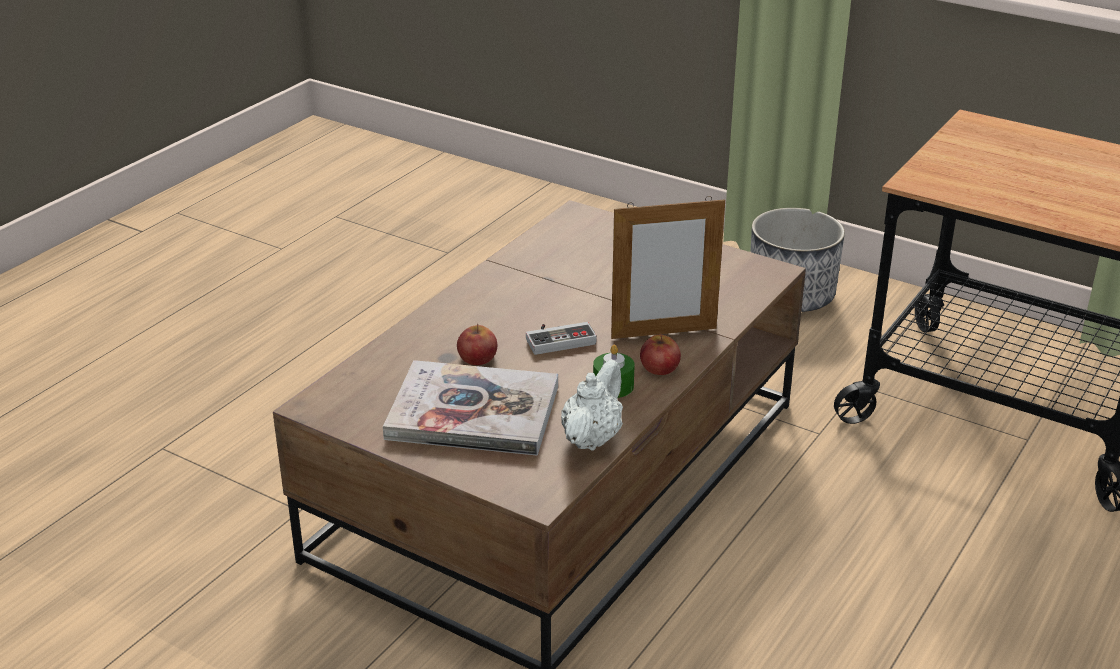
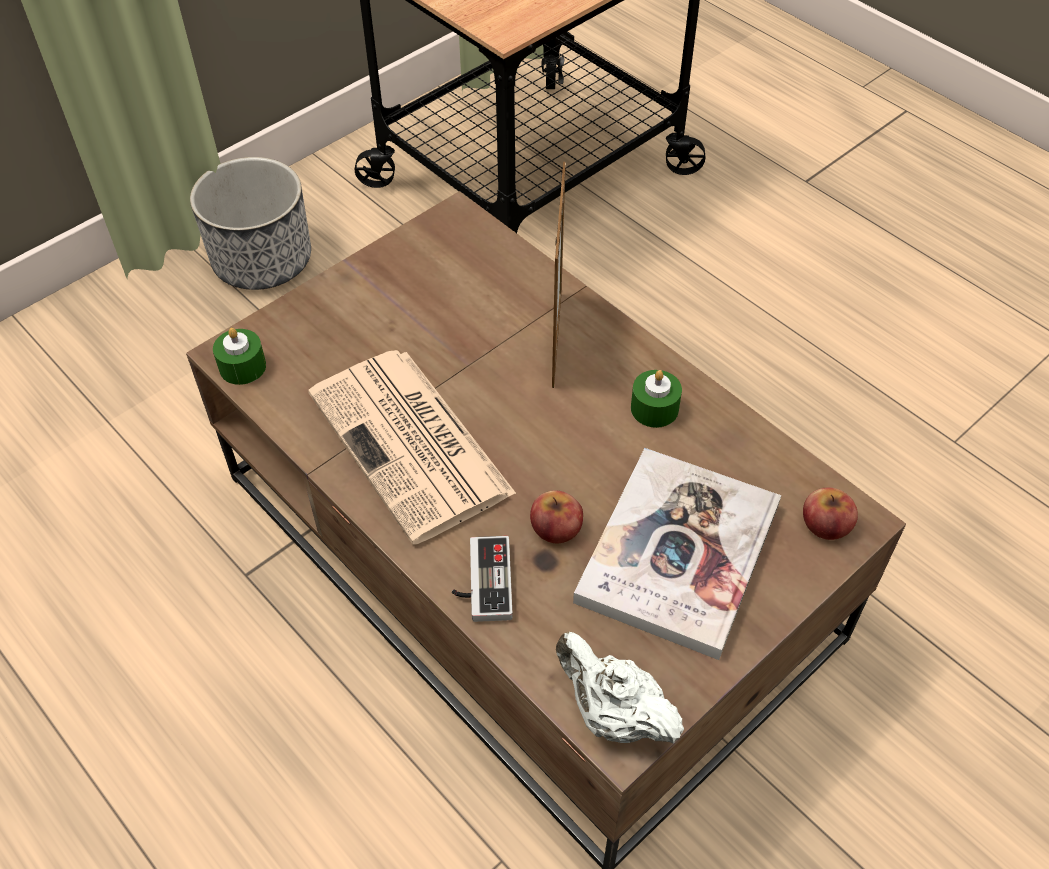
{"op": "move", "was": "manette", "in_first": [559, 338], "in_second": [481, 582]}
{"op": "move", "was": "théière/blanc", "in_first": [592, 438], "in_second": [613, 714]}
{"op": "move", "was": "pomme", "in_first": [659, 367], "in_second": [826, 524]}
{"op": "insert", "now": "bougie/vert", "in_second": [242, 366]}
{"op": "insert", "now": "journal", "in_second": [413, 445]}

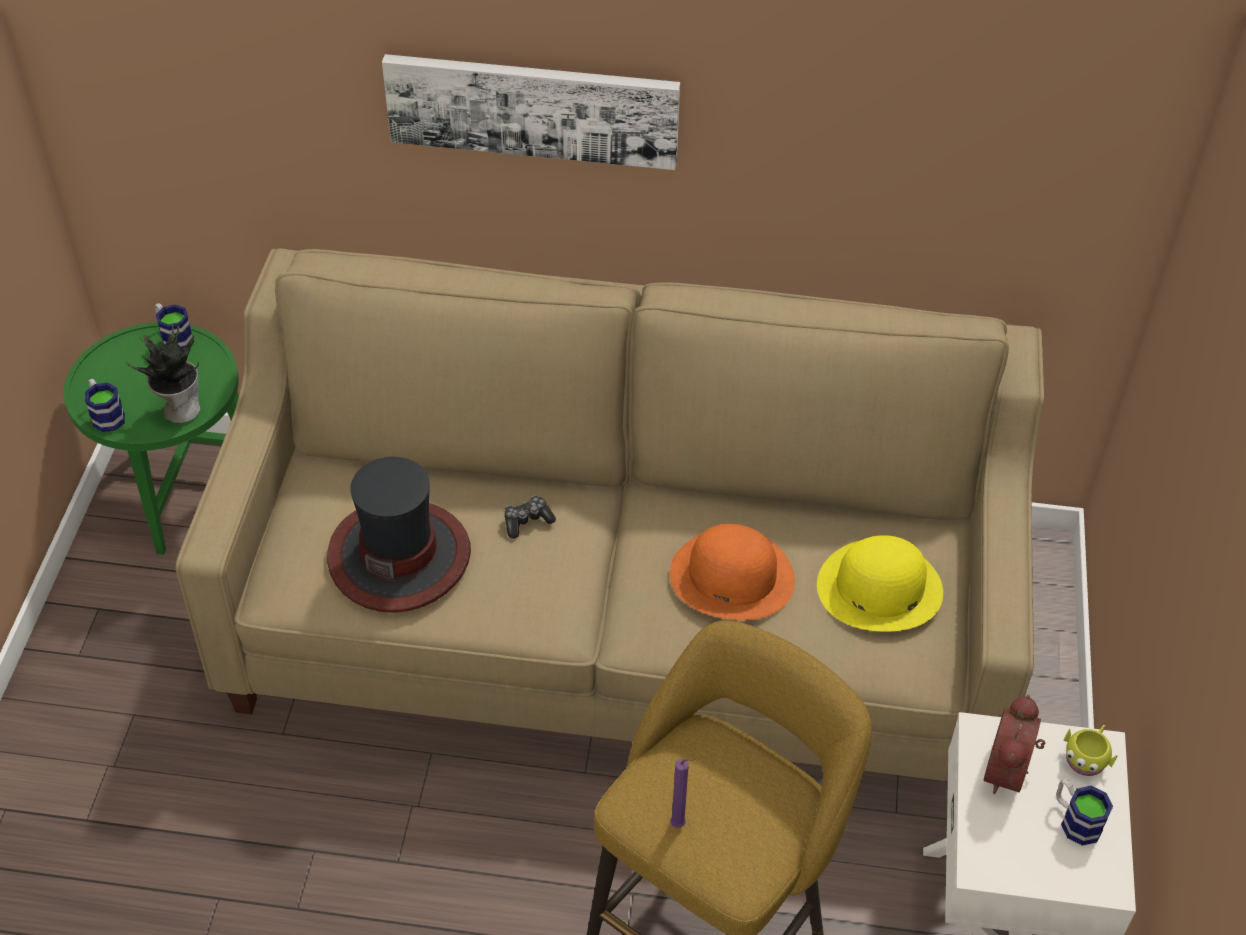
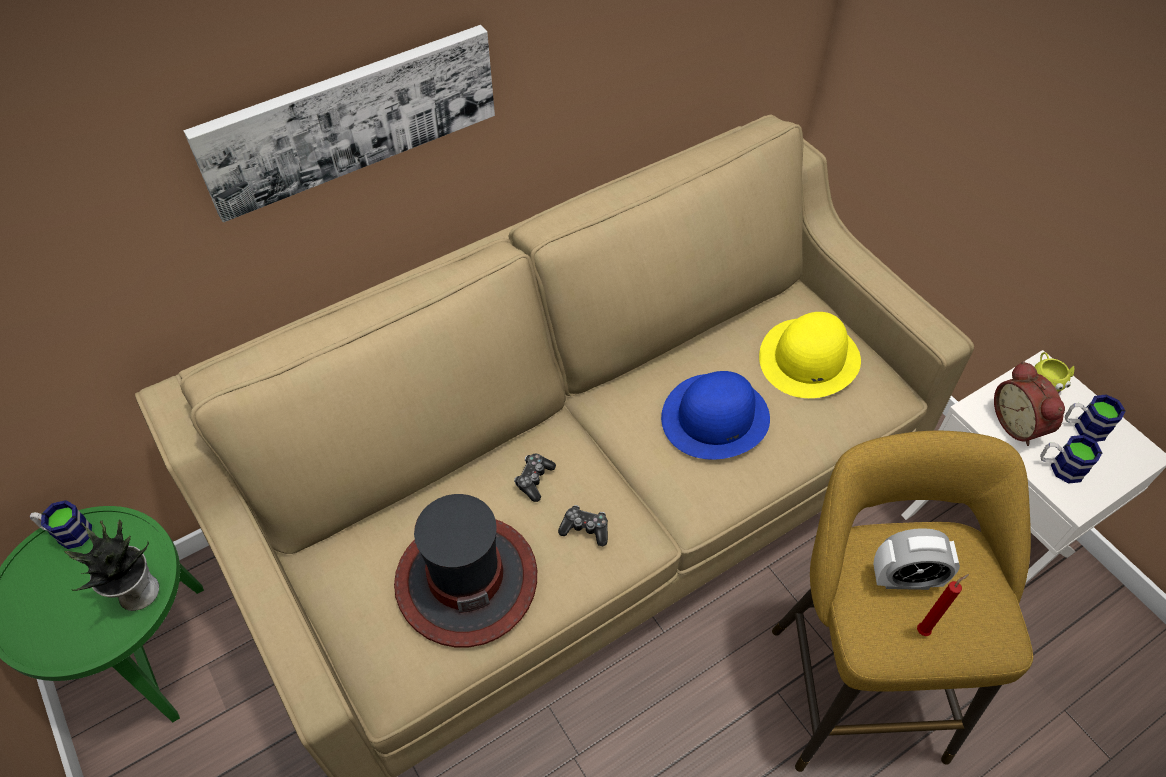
{"op": "move", "was": "mug", "in_first": [106, 415], "in_second": [1060, 467]}
{"op": "recolor", "was": "chapeau/orange", "now": "chapeau/bleu", "in_first": [732, 576], "in_second": [715, 417]}
{"op": "recolor", "was": "bougie/violet", "now": "bougie/rouge", "in_first": [680, 824], "in_second": [924, 630]}
{"op": "insert", "now": "manette", "in_second": [585, 528]}
{"op": "insert", "now": "réveil", "in_second": [905, 579]}

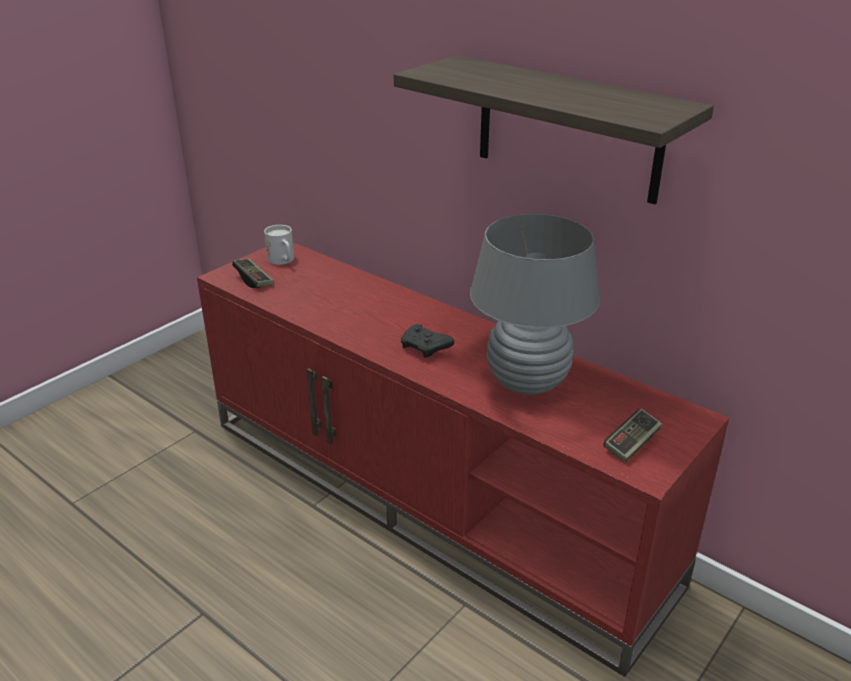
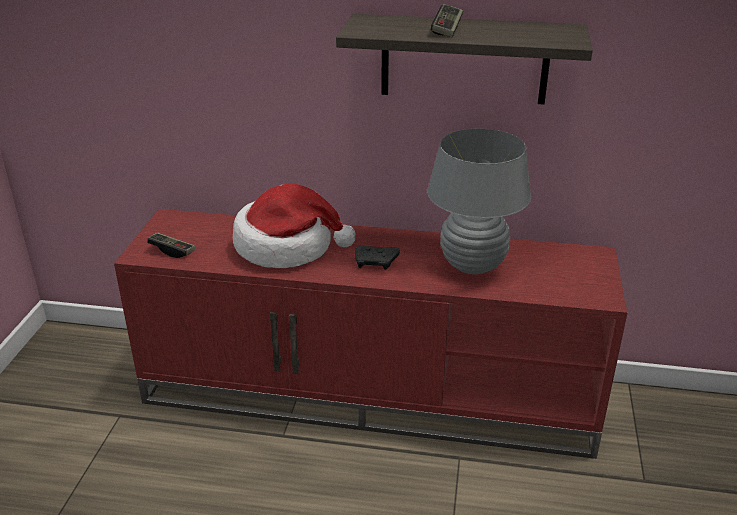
{"op": "delete", "was": "mug/blanc", "in_first": [283, 261]}
{"op": "move", "was": "manette", "in_first": [631, 444], "in_second": [447, 30]}
{"op": "insert", "now": "chapeau", "in_second": [287, 246]}

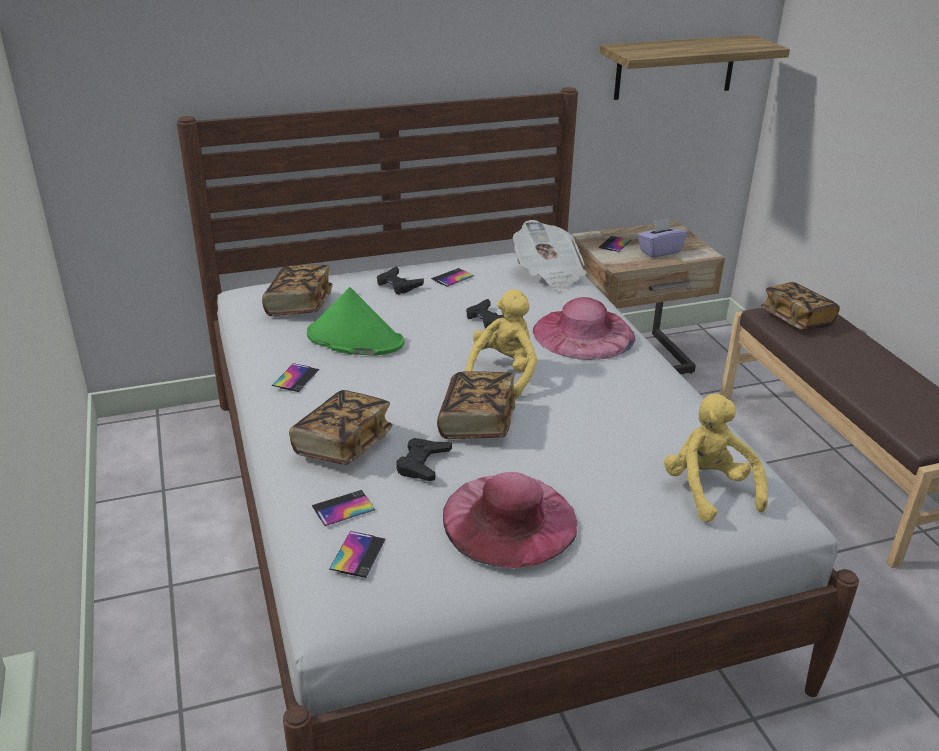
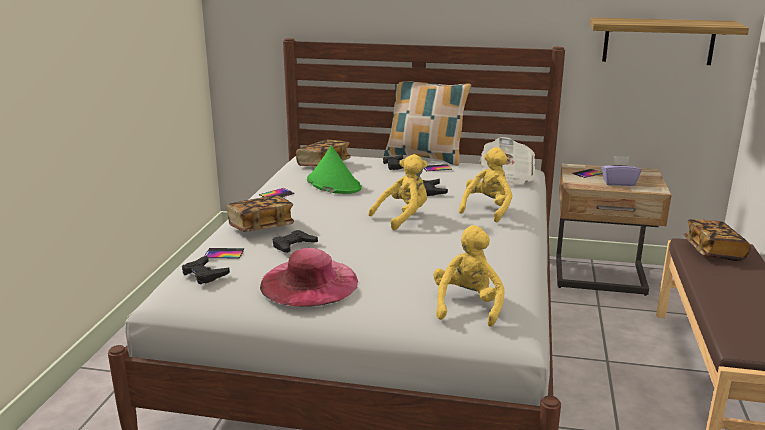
{"op": "replace", "was": "téléphone", "now": "manette/noir", "in_first": [358, 554], "in_second": [204, 274]}
{"op": "delete", "was": "livre", "in_first": [477, 422]}
{"op": "replace", "was": "chapeau/rose", "now": "peluche/jaune", "in_first": [583, 333], "in_second": [487, 209]}
{"op": "insert", "now": "coussin", "in_second": [425, 157]}

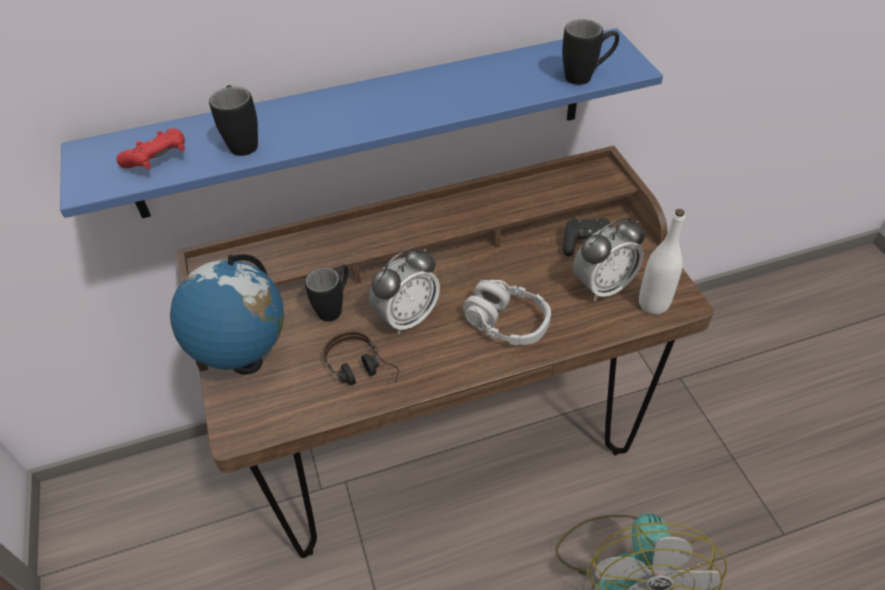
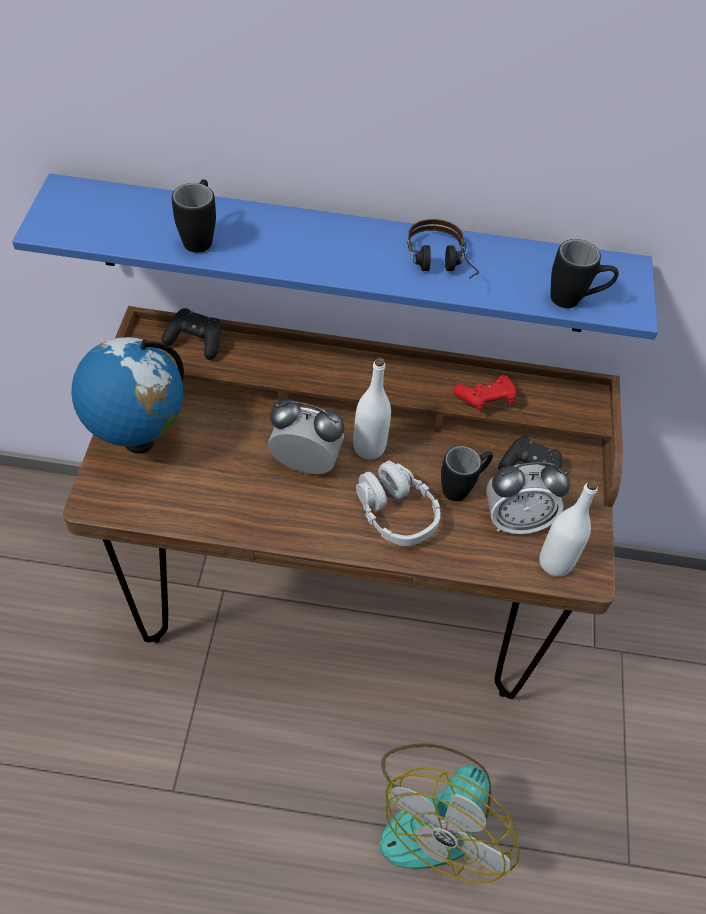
{"op": "move", "was": "manette/rouge", "in_first": [159, 161], "in_second": [485, 400]}
{"op": "move", "was": "mug/noir", "in_first": [335, 307], "in_second": [462, 487]}
{"op": "move", "was": "casque audio", "in_first": [362, 373], "in_second": [440, 266]}
{"op": "rotate", "was": "réveil", "in_first": [407, 317], "in_second": [305, 464], "clockwise": -150}
{"op": "insert", "now": "manette/noir", "in_second": [195, 341]}
{"op": "insert", "now": "bouteille/blanc", "in_second": [369, 448]}

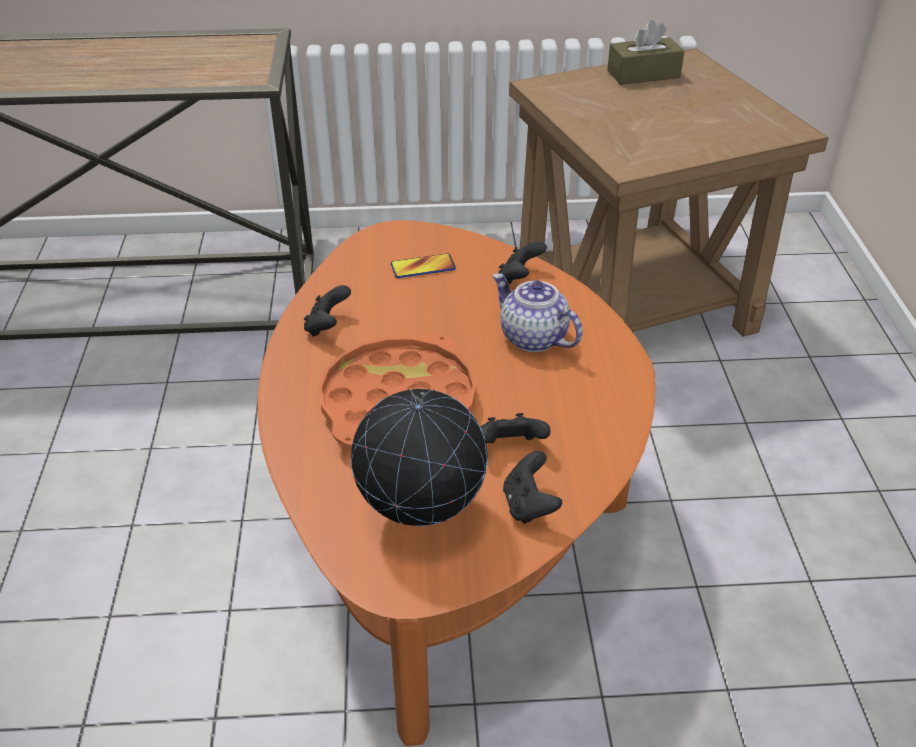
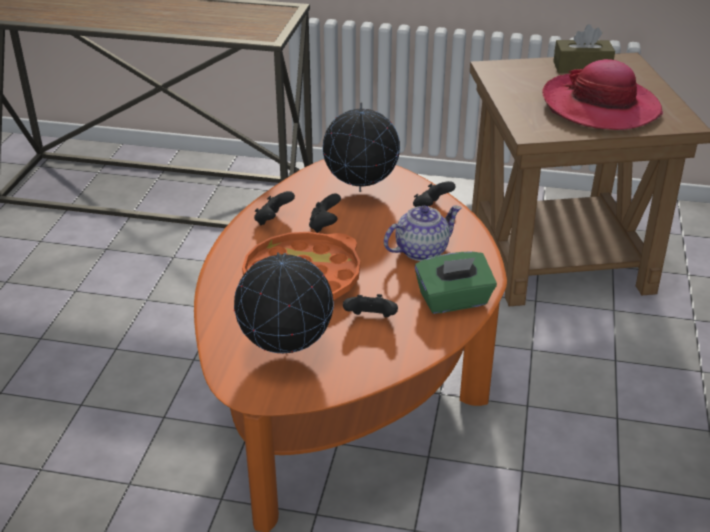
{"op": "replace", "was": "téléphone", "now": "globe", "in_first": [423, 267], "in_second": [361, 190]}
{"op": "rotate", "was": "théière", "in_first": [532, 338], "in_second": [421, 250], "clockwise": 90}
{"op": "move", "was": "manette/noir", "in_first": [529, 505], "in_second": [324, 225]}
{"op": "insert", "now": "boîte à mouchoirs/vert", "in_second": [454, 301]}
{"op": "insert", "now": "chapeau", "in_second": [600, 106]}

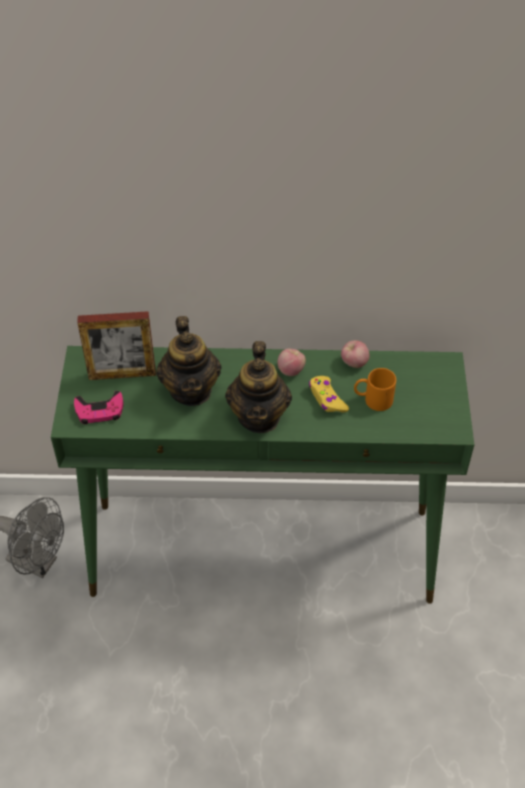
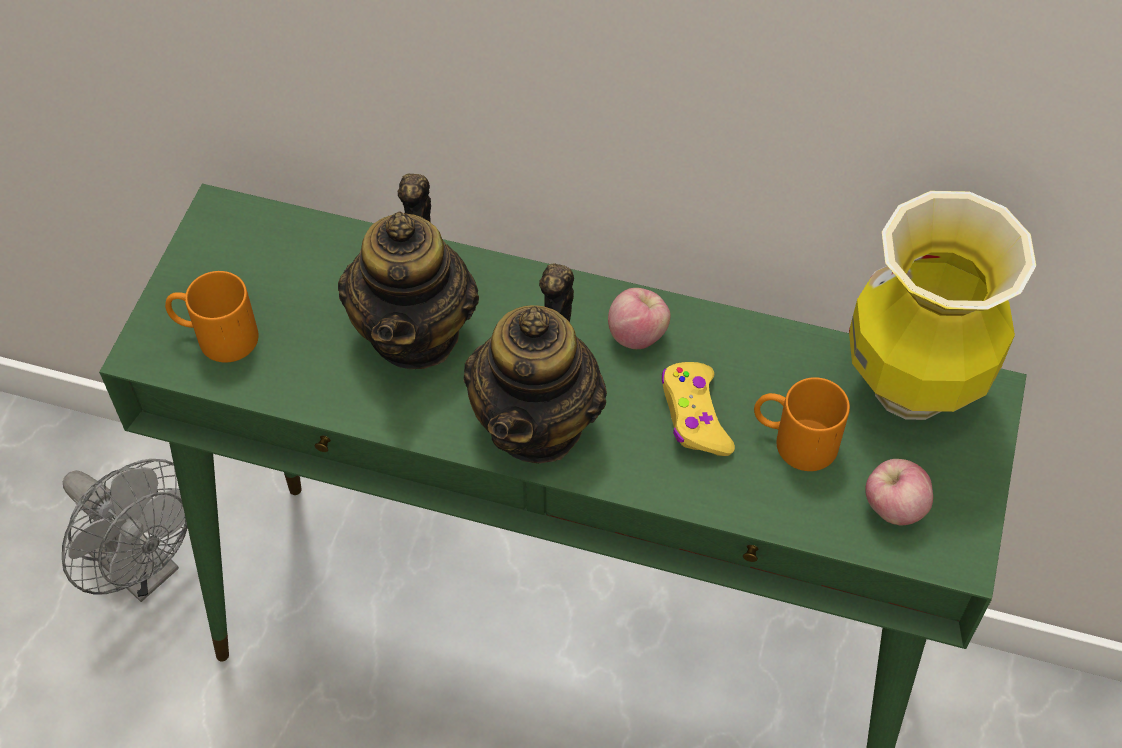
{"op": "replace", "was": "manette/rose", "now": "mug/orange", "in_first": [99, 411], "in_second": [215, 337]}
{"op": "delete", "was": "cadre photo", "in_first": [122, 374]}
{"op": "move", "was": "pomme", "in_first": [354, 363], "in_second": [893, 508]}
{"op": "insert", "now": "vase", "in_second": [911, 388]}

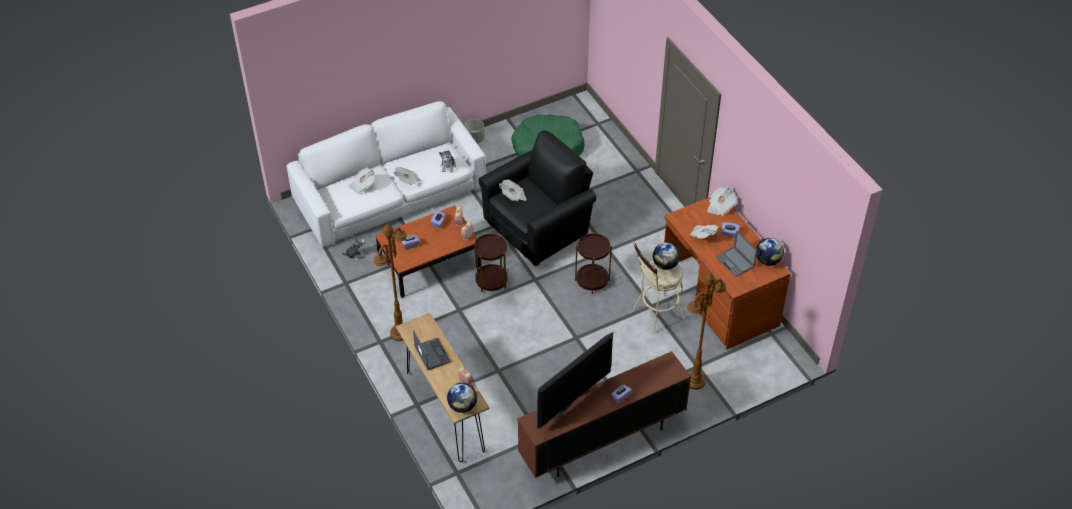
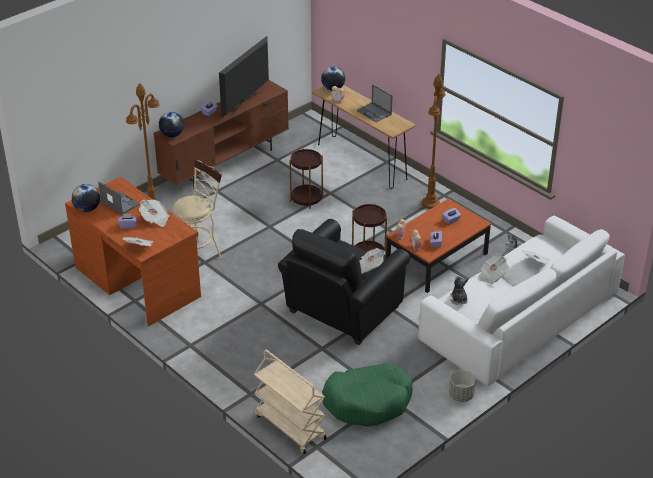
{"op": "move", "was": "table d'appoint/marron", "in_first": [592, 280], "in_second": [306, 199]}
{"op": "move", "was": "globe", "in_first": [665, 265], "in_second": [172, 135]}
{"op": "insert", "now": "chariot/beige", "in_second": [289, 427]}

